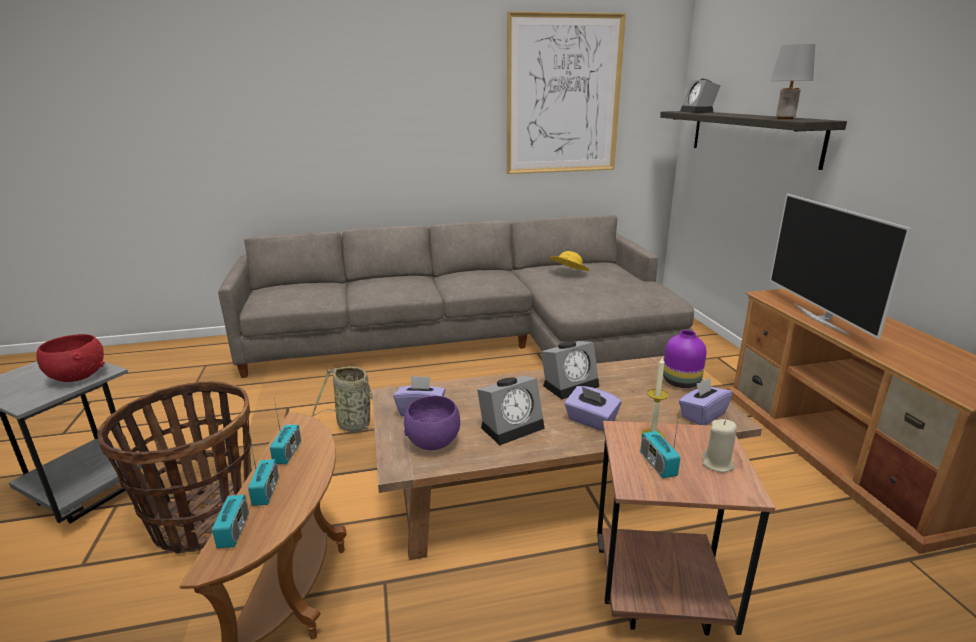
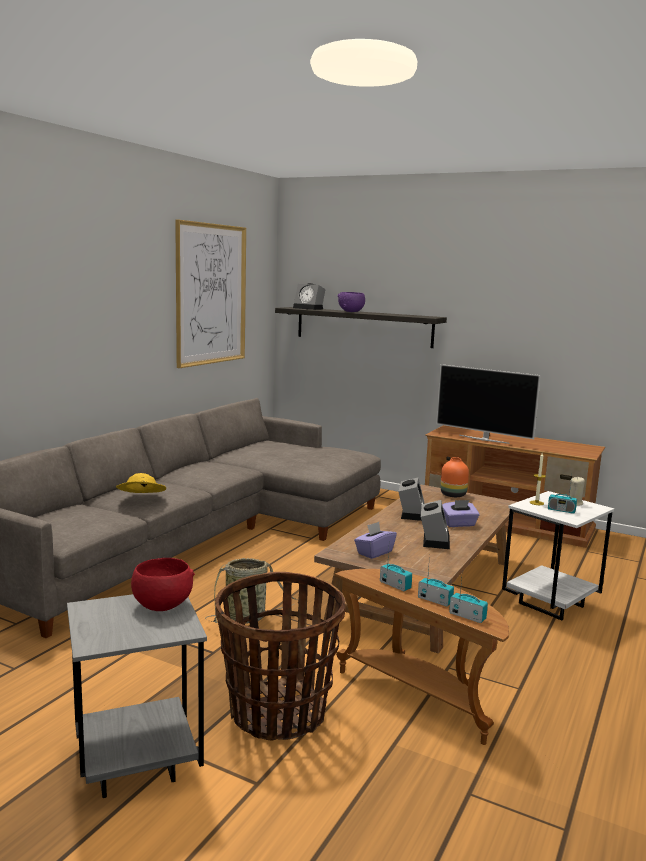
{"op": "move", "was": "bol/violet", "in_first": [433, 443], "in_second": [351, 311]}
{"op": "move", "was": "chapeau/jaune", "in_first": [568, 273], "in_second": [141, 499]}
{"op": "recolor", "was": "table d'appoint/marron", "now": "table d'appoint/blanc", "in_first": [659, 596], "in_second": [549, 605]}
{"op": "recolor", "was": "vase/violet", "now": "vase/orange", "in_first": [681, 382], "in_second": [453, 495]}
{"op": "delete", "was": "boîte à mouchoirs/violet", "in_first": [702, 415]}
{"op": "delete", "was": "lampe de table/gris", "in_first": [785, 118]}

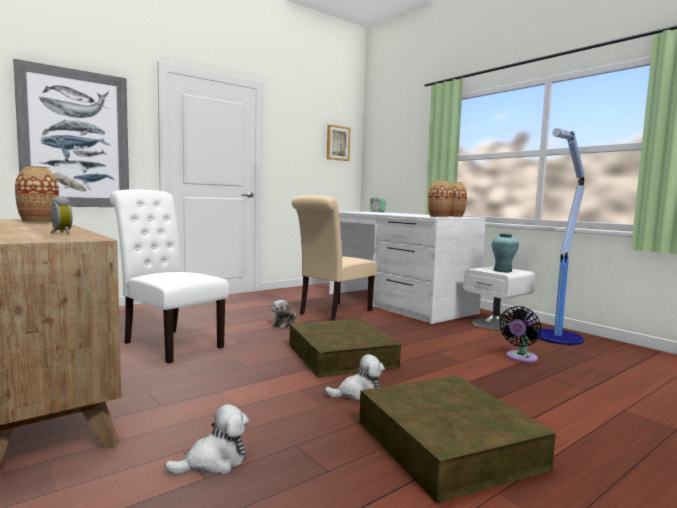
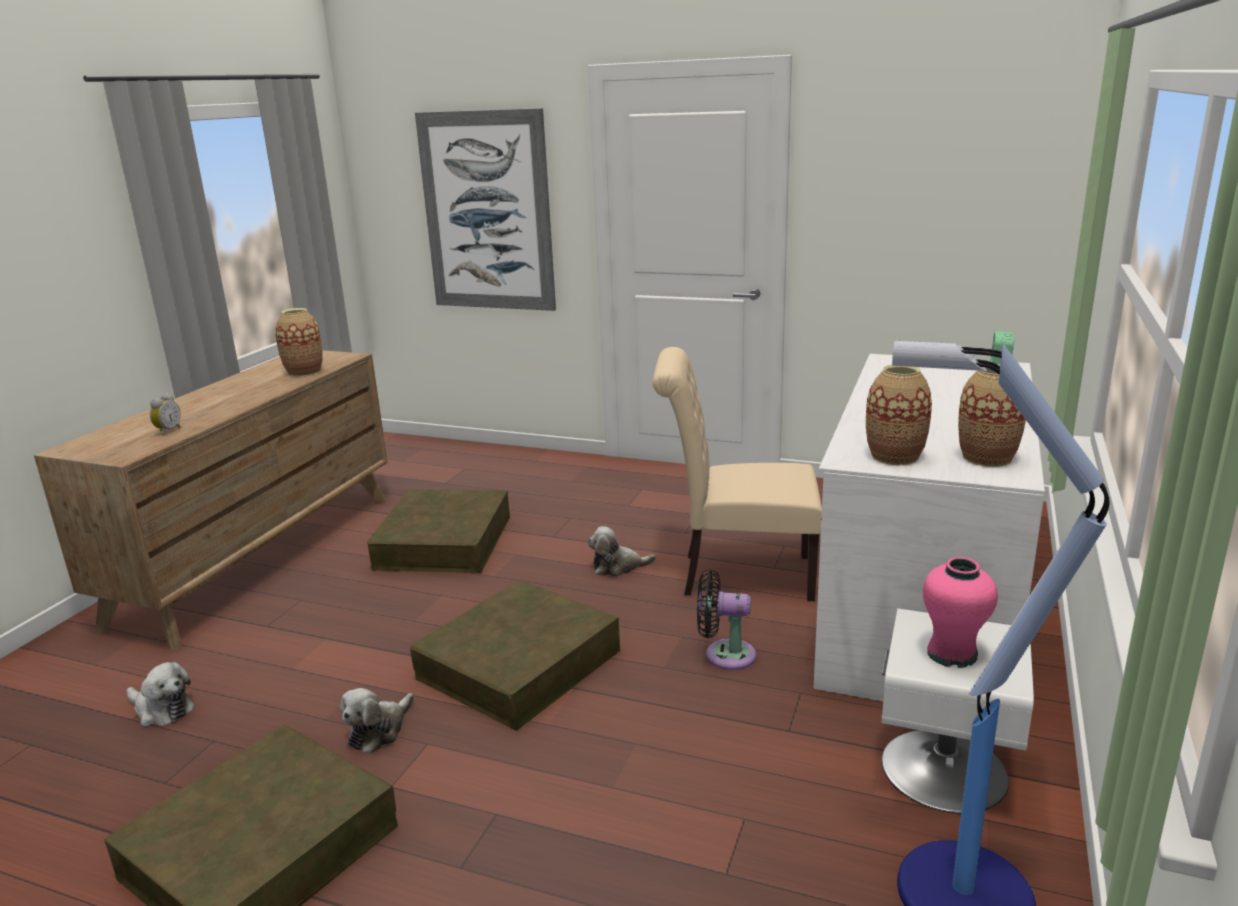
{"op": "replace", "was": "chaise/blanc", "now": "boîte de rangement/marron", "in_first": [168, 344], "in_second": [444, 542]}
{"op": "rotate", "was": "peluche", "in_first": [358, 394], "in_second": [379, 731], "clockwise": 75}
{"op": "delete", "was": "tableau", "in_first": [337, 143]}
{"op": "recolor", "was": "vase/turquoise", "now": "vase/rose", "in_first": [502, 271], "in_second": [952, 654]}
{"op": "move", "was": "ventilateur/noir", "in_first": [520, 358], "in_second": [724, 655]}

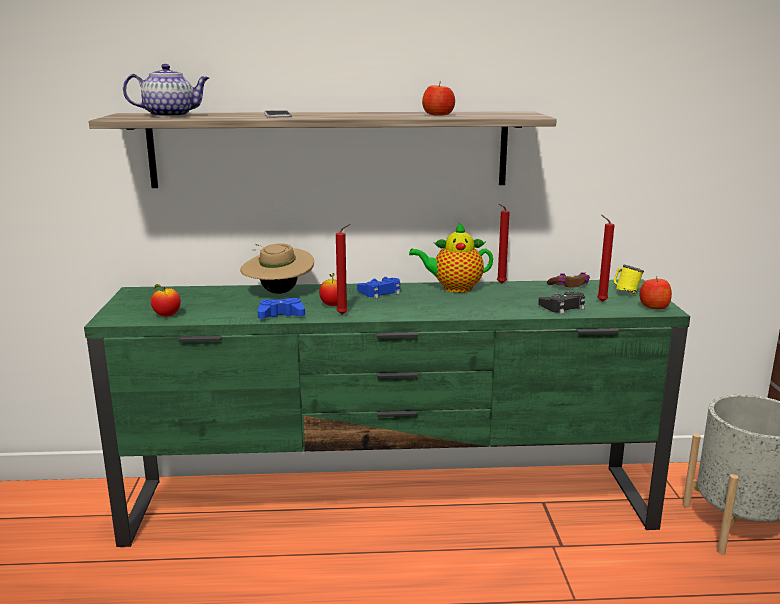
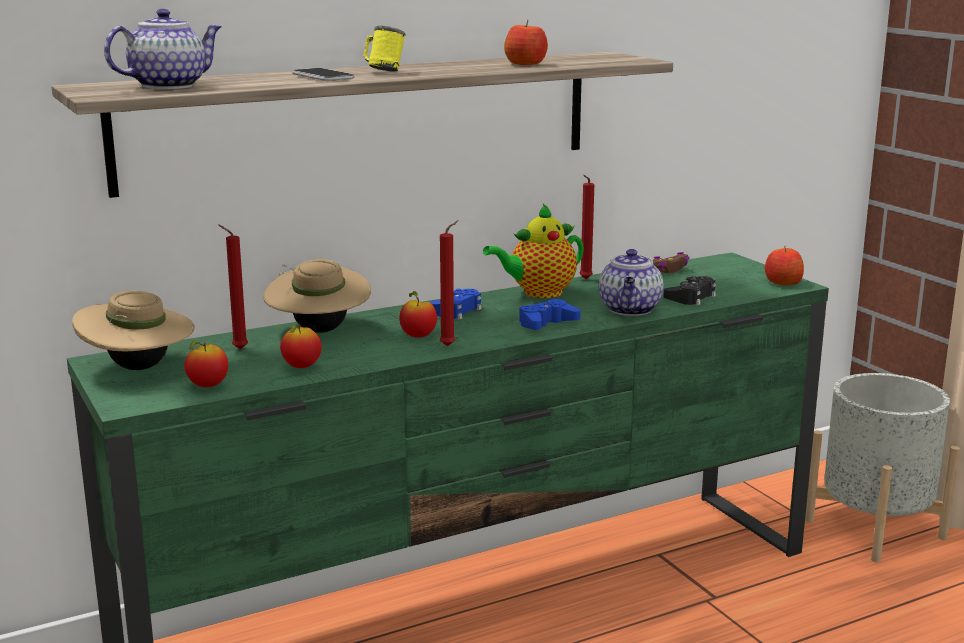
{"op": "move", "was": "manette/bleu", "in_first": [281, 315], "in_second": [546, 323]}
{"op": "move", "was": "bougie/rouge", "in_first": [600, 301], "in_second": [237, 349]}
{"op": "move", "was": "mug/jaune", "in_first": [625, 292], "in_second": [383, 71]}
{"op": "insert", "now": "chapeau/beige", "in_second": [138, 368]}
{"op": "insert", "now": "pomme", "in_second": [301, 367]}
{"op": "insert", "now": "théière", "in_second": [630, 310]}

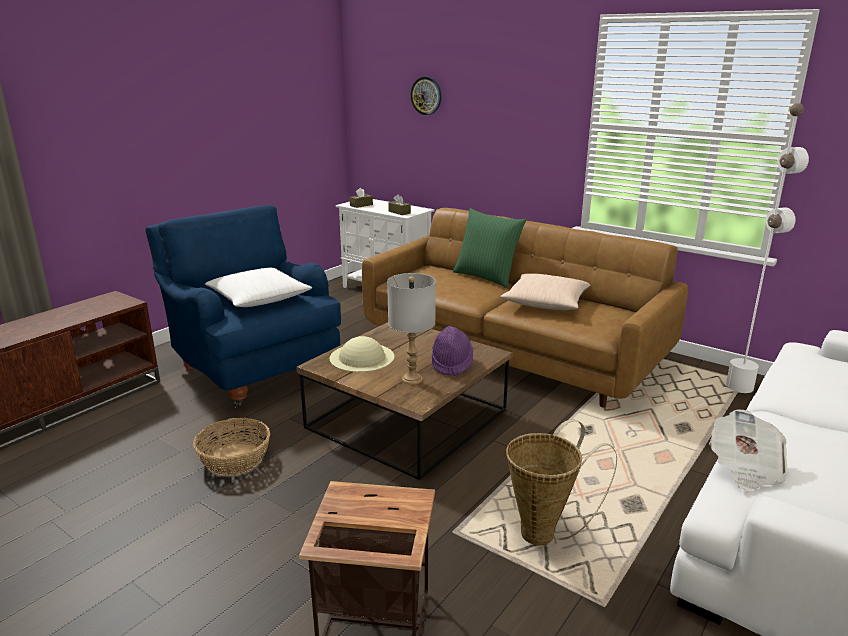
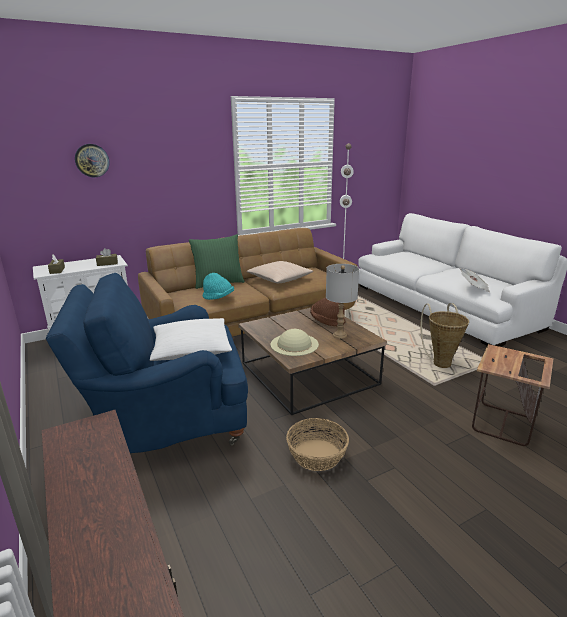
{"op": "recolor", "was": "chapeau/violet", "now": "chapeau/marron", "in_first": [451, 364], "in_second": [327, 321]}
{"op": "insert", "now": "chapeau/turquoise", "in_second": [218, 298]}

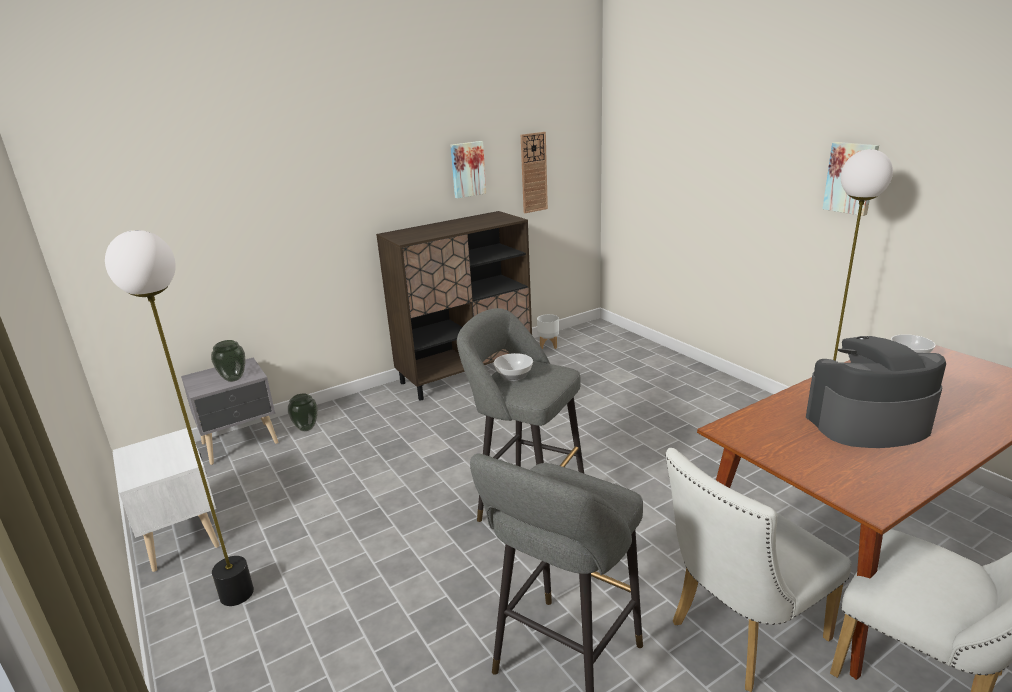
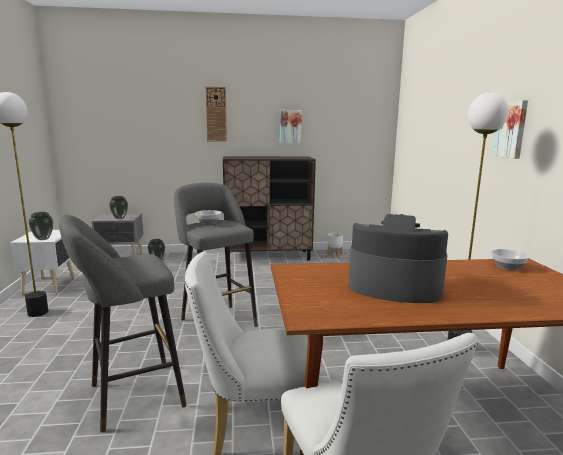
{"op": "move", "was": "horloge murale", "in_first": [533, 172], "in_second": [216, 114]}
{"op": "insert", "now": "vase", "in_second": [43, 239]}

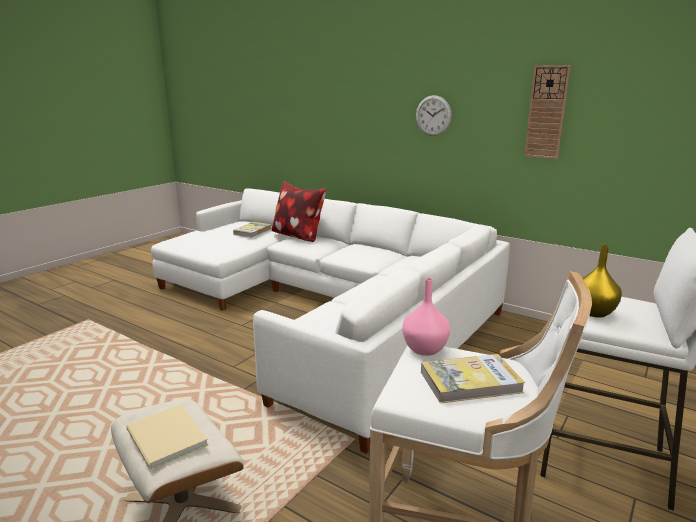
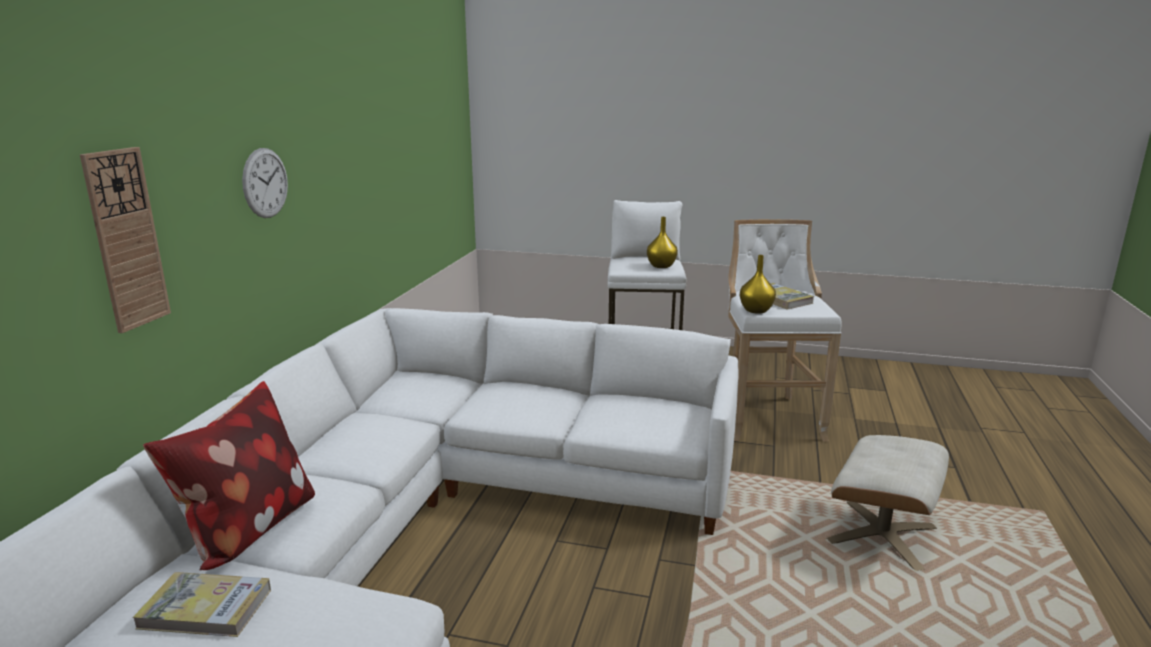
{"op": "delete", "was": "livre/beige", "in_first": [165, 440]}
{"op": "recolor", "was": "vase/rose", "now": "vase/jaune", "in_first": [425, 350], "in_second": [756, 310]}
{"op": "move", "was": "horloge murale", "in_first": [546, 112], "in_second": [126, 239]}

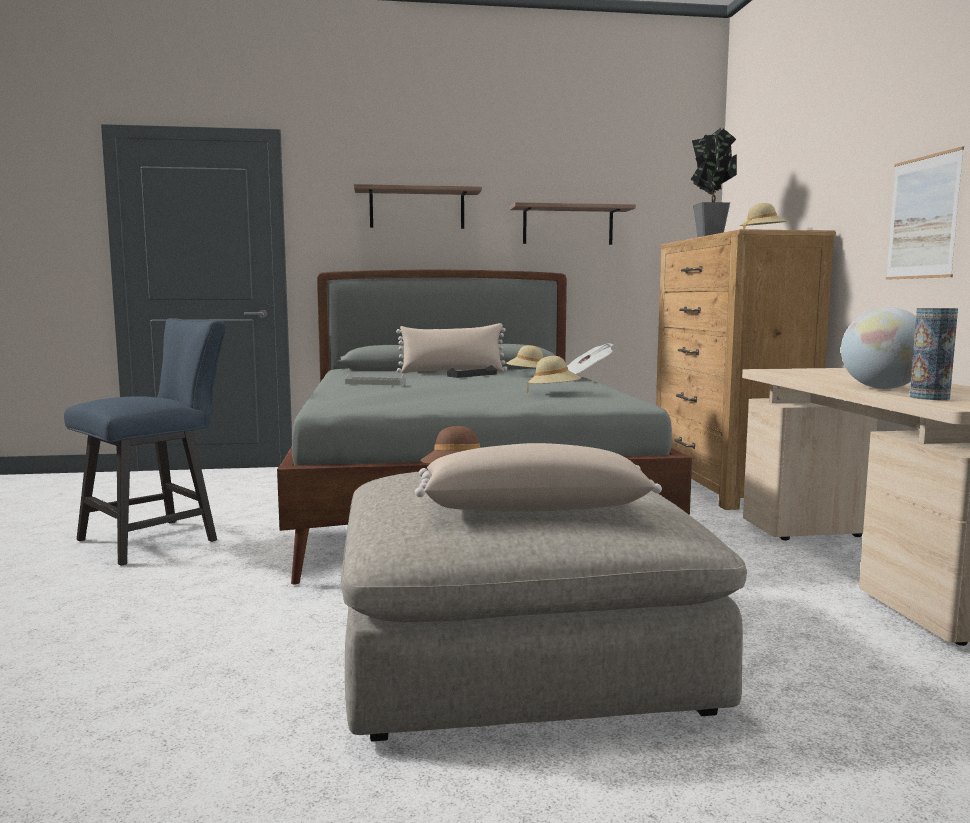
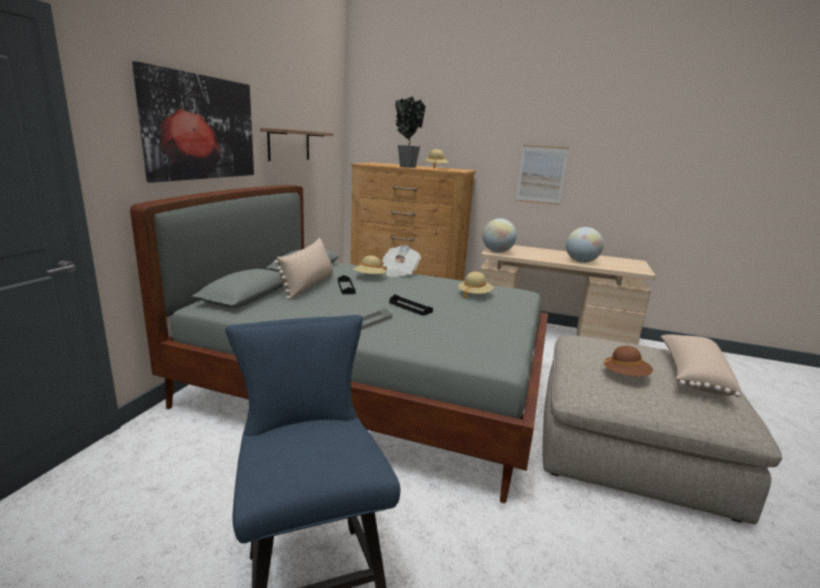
{"op": "replace", "was": "étagère", "now": "tableau", "in_first": [417, 209], "in_second": [201, 128]}
{"op": "delete", "was": "vase", "in_first": [929, 397]}
{"op": "insert", "now": "plateau/noir", "in_second": [410, 307]}
{"op": "insert", "now": "globe", "in_second": [497, 252]}

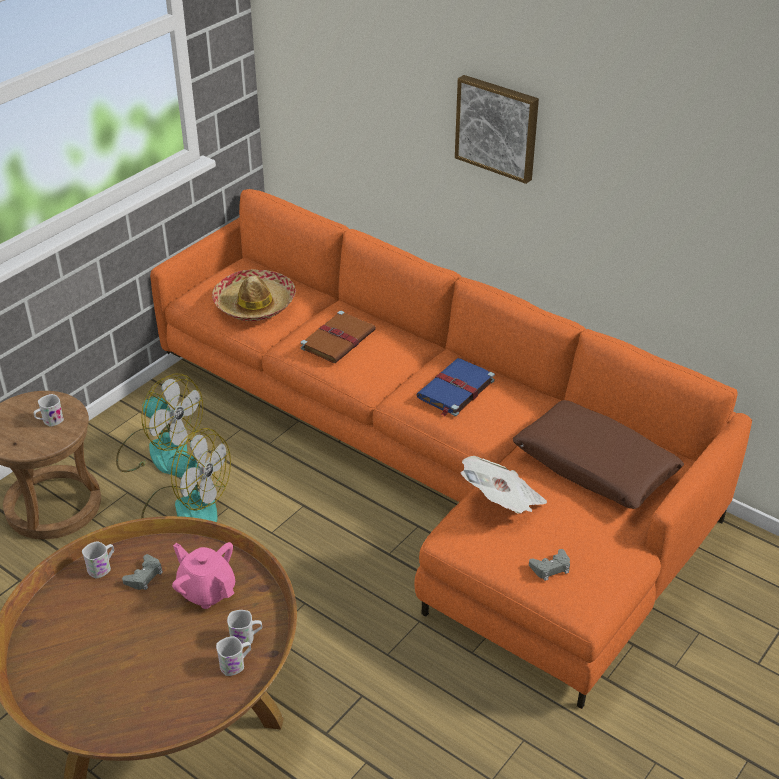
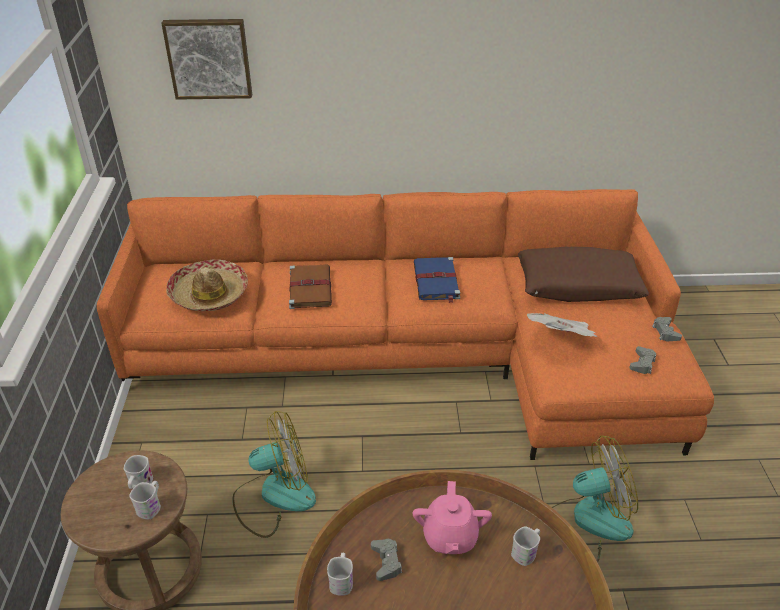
{"op": "move", "was": "ventilateur", "in_first": [159, 450], "in_second": [587, 522]}
{"op": "rotate", "was": "théière/rose", "in_first": [206, 590], "in_second": [449, 537], "clockwise": -90}
{"op": "move", "was": "mug/blanc", "in_first": [236, 664], "in_second": [151, 506]}
{"op": "move", "was": "tableau", "in_first": [498, 127], "in_second": [209, 58]}
{"op": "insert", "now": "manette/gris", "in_second": [665, 332]}

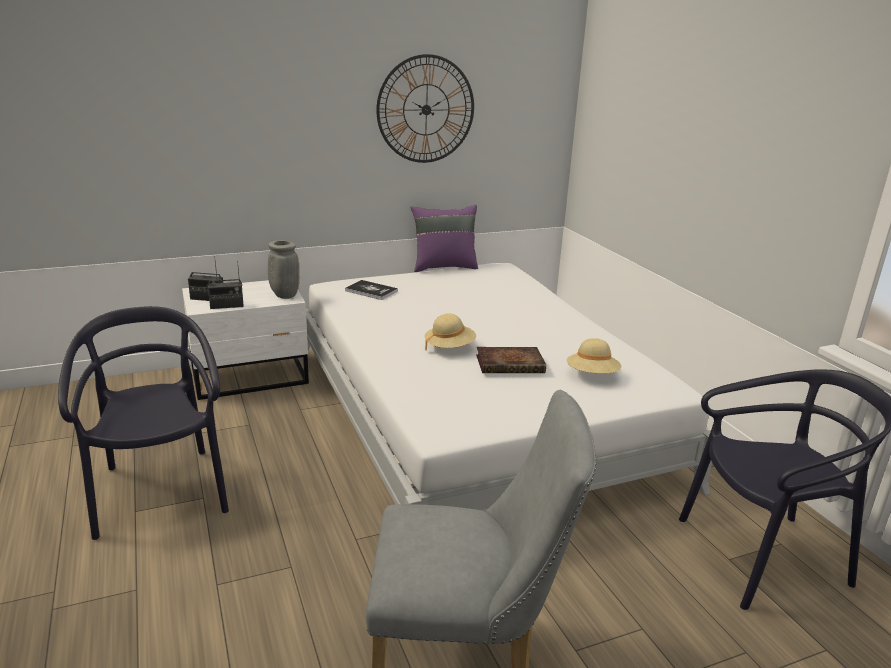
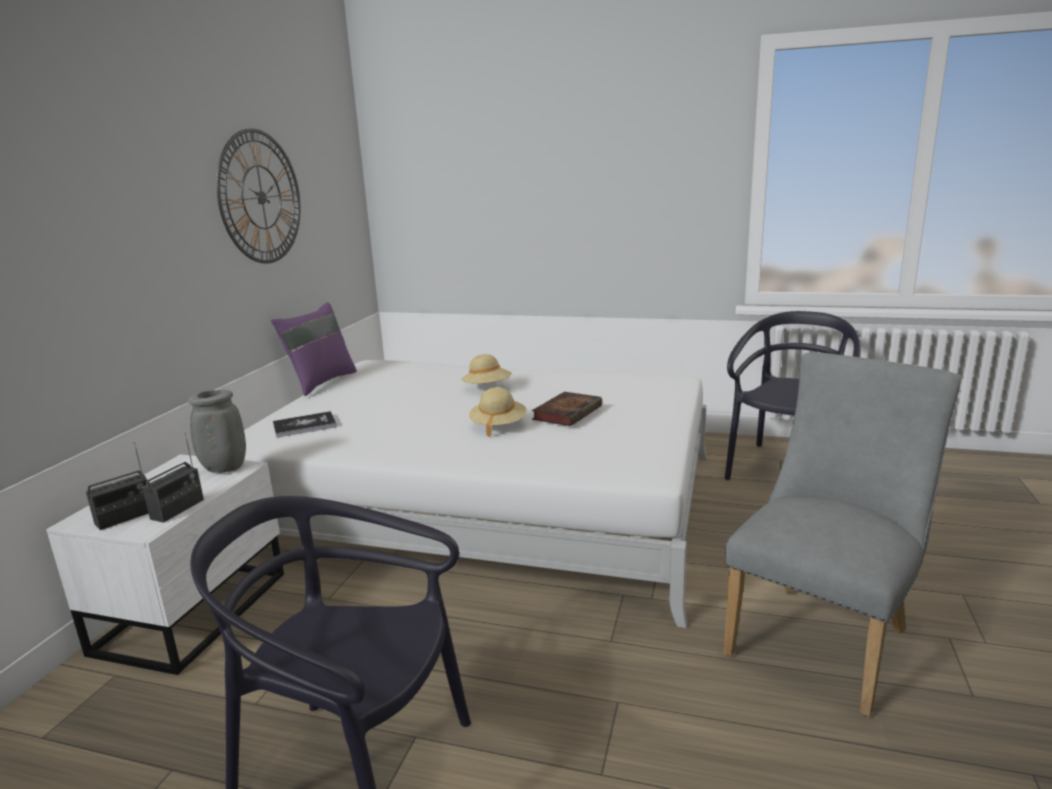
{"op": "move", "was": "chapeau/beige", "in_first": [592, 375], "in_second": [487, 388]}

